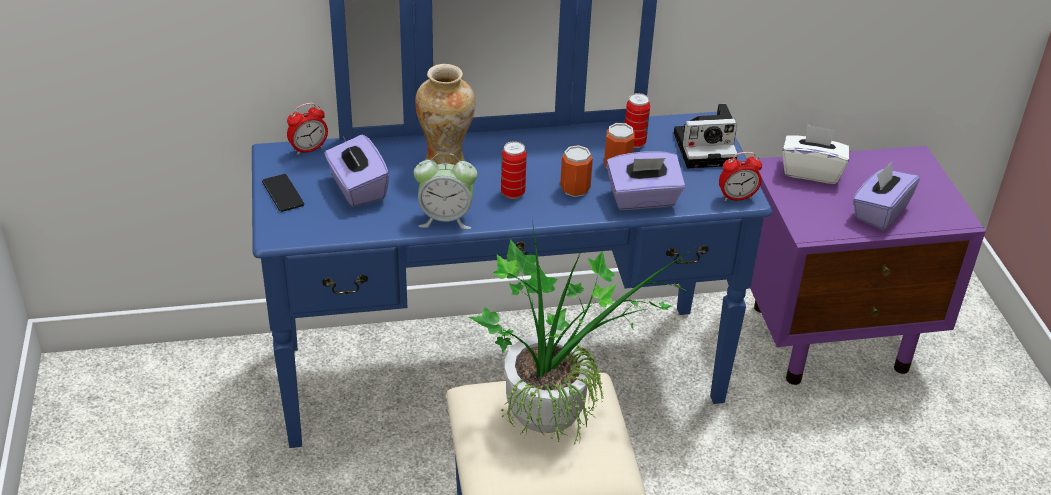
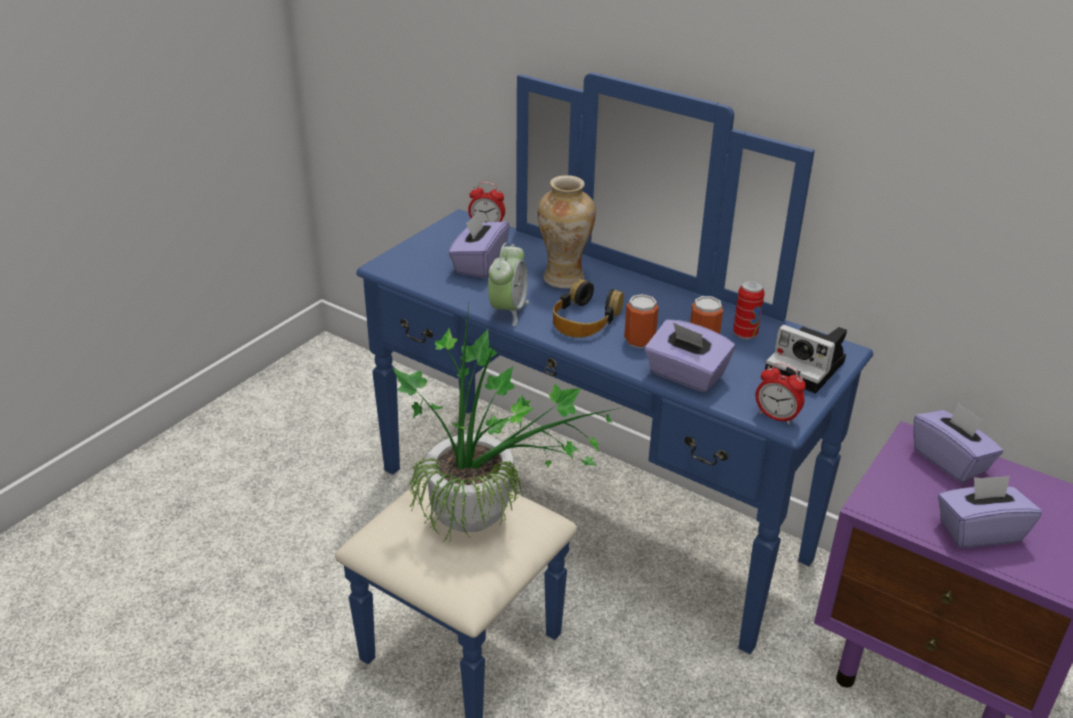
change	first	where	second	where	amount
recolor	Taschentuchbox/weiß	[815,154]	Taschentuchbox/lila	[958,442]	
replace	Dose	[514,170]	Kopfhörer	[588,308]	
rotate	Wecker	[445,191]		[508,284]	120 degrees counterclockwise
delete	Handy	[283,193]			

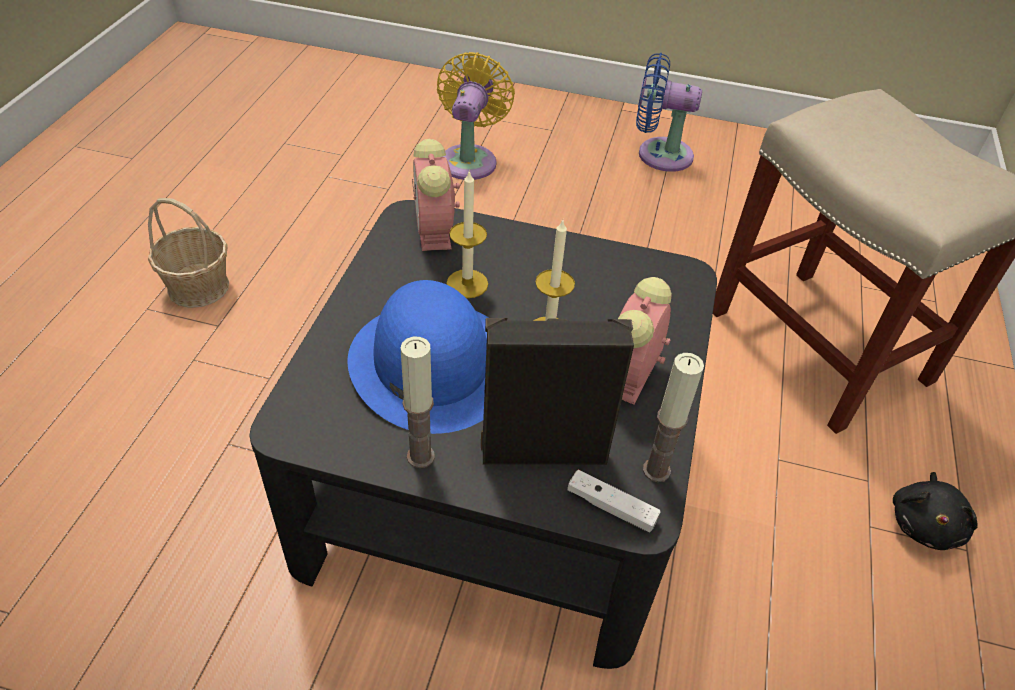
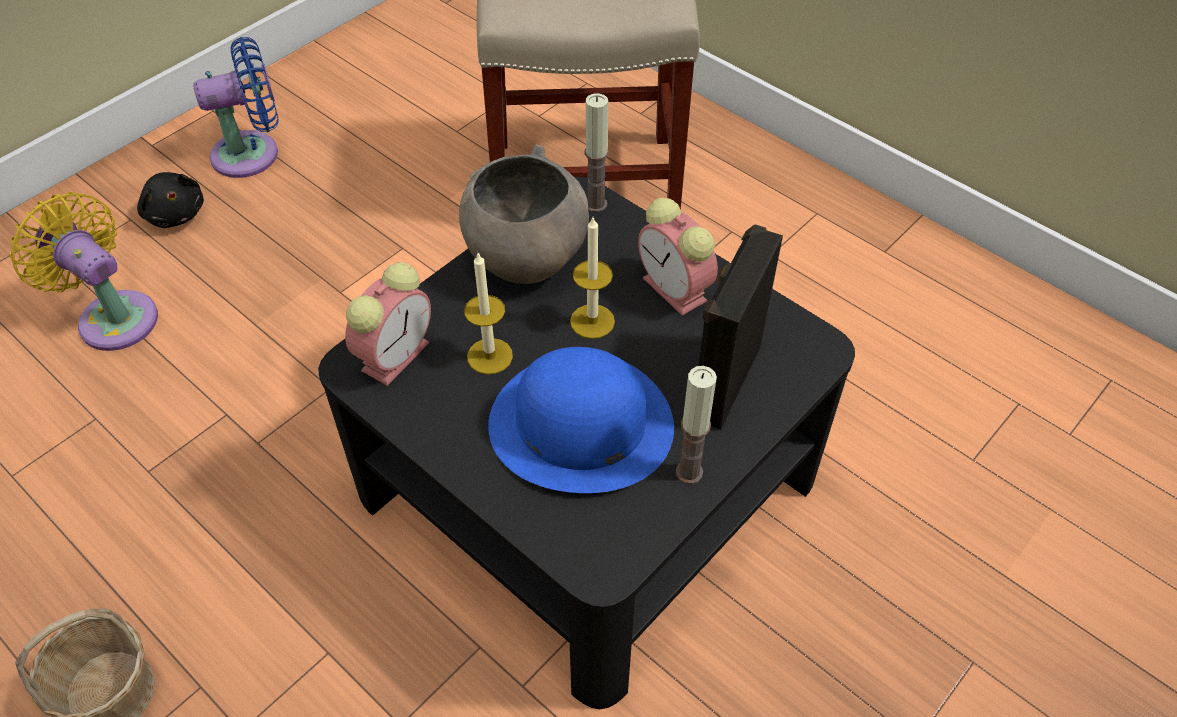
change	first	where	second	where	amount
rotate	Ventilator/blau	[669,112]		[236,107]	150 degrees counterclockwise
rotate	Wecker	[436,195]		[388,324]	75 degrees counterclockwise
move	Kerze	[673,417]		[597,152]	
delete	Gamepad/weiß	[614,501]			
move	Plüschtier/schwarz	[935,511]		[170,200]	
insert			Schüssel/grau	[524,214]	

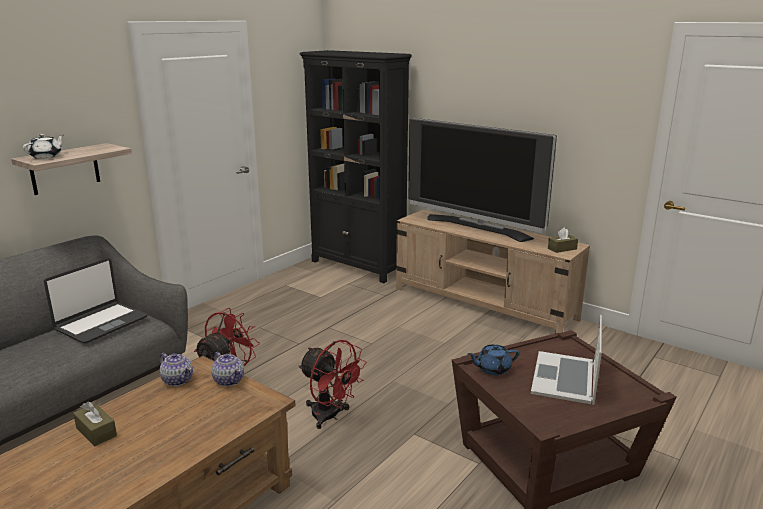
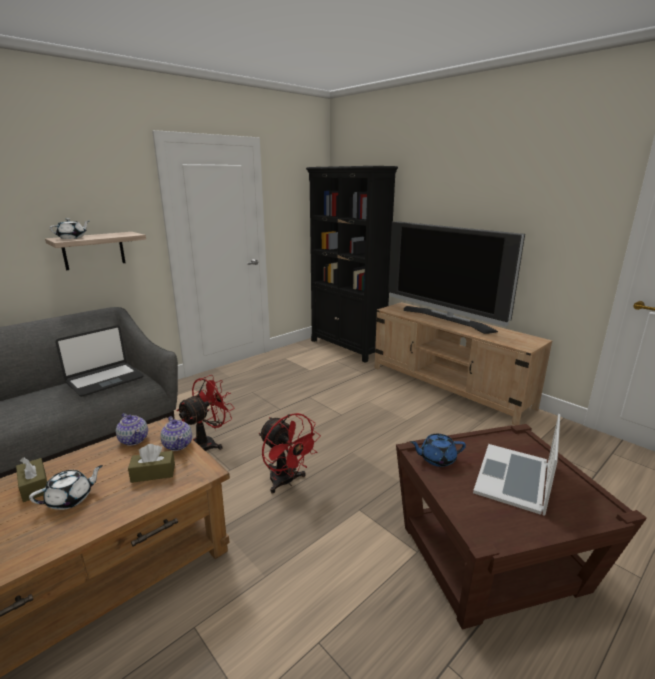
change	first	where	second	where	amount
move	Taschentuchbox/braun	[563,240]		[151,463]	
insert			Teekanne/weiß	[66,487]	

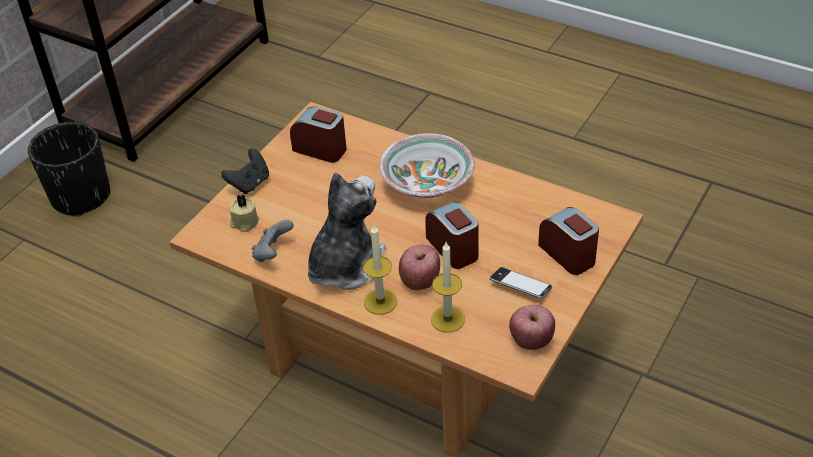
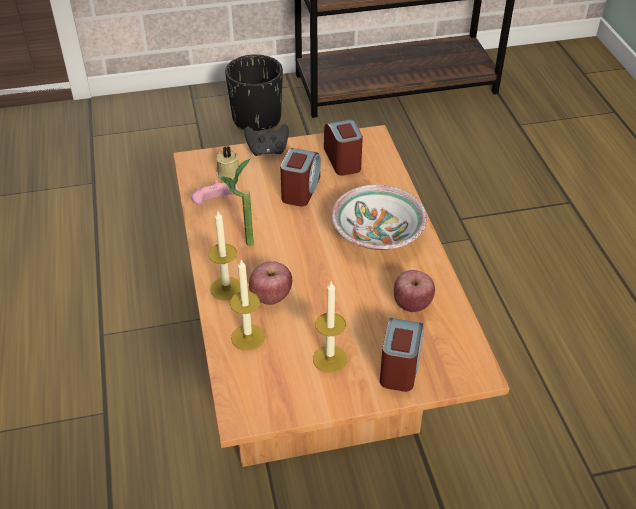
change	first	where	second	where	amount
replace	Plüschtier	[347,231]	Topfpflanze	[237,202]	
move	Wecker	[452,235]		[300,177]	
recolor	Gamepad/grau	[273,240]	Gamepad/rosa	[215,193]	
replace	Handy	[521,283]	Kerze	[330,327]	
move	Apfel	[532,327]		[414,291]	

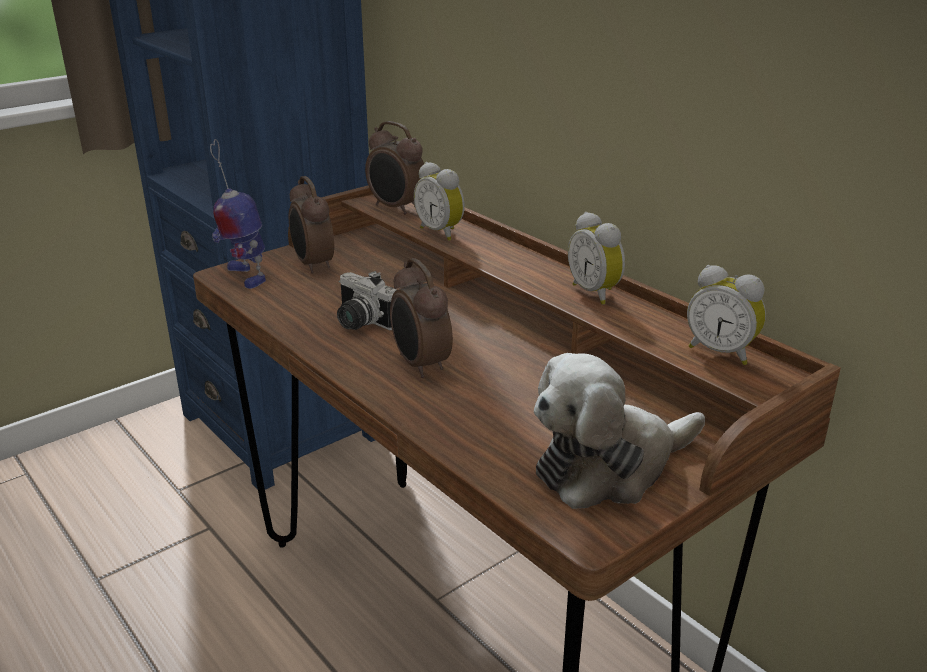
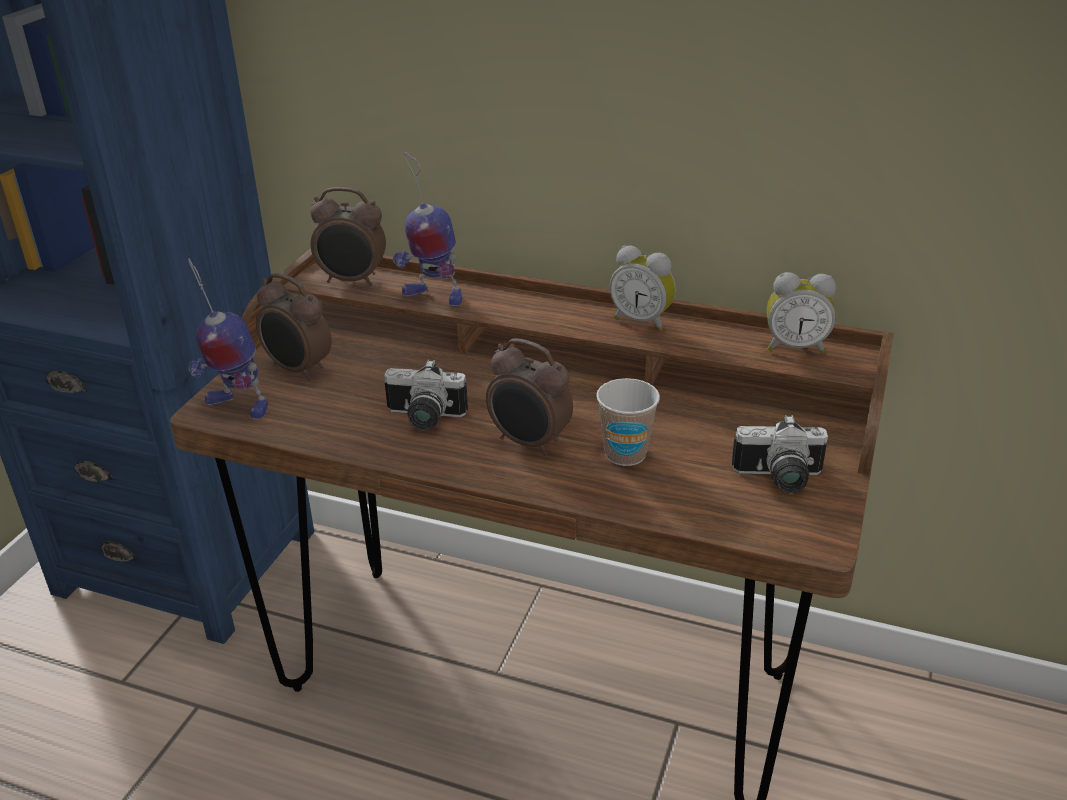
change	first	where	second	where	amount
replace	Wecker	[439,201]	Spielzeugroboter	[427,229]	
replace	Plüschtier	[619,431]	Kamera	[780,454]	
insert			Tasse	[628,422]	

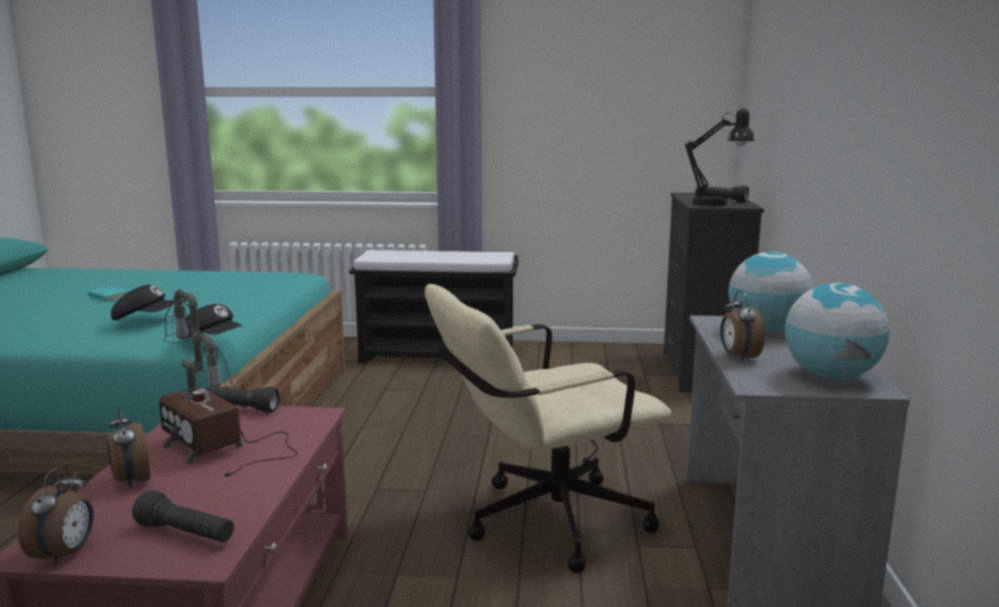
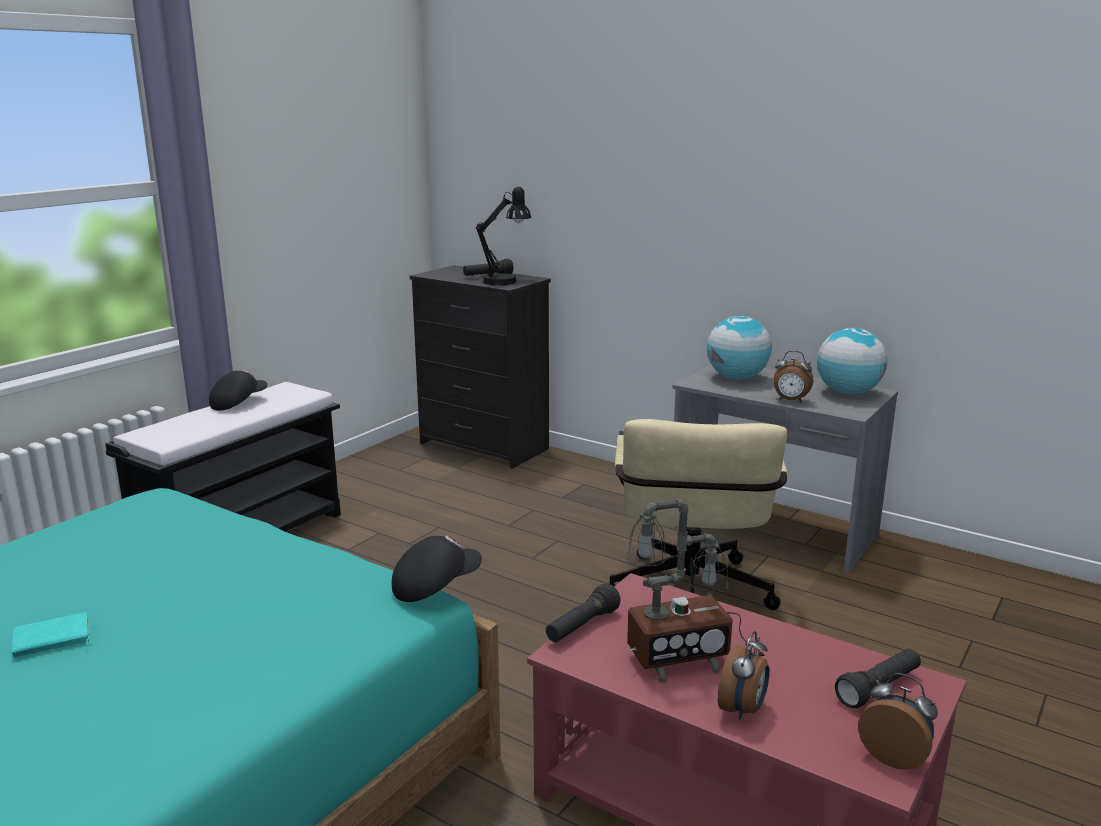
change	first	where	second	where	amount
move	Kappe/schwarz	[143,302]		[238,390]	
rotate	Wecker	[128,447]		[744,675]	60 degrees counterclockwise

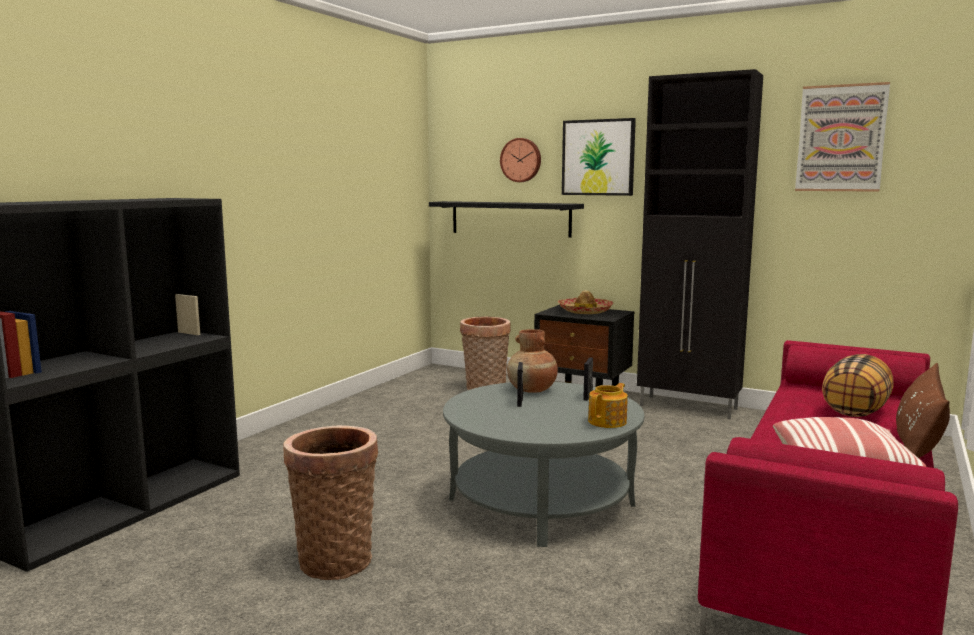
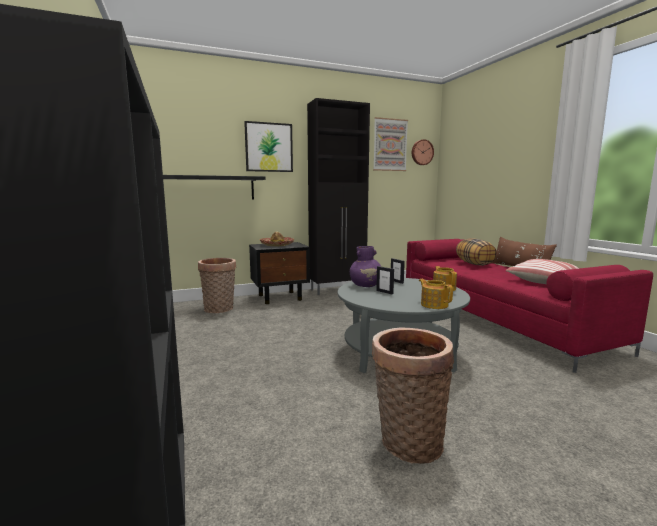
change	first	where	second	where	amount
move	Wanduhr	[520,160]		[423,152]	
recolor	Vase/braun	[532,361]	Vase/lila	[365,266]	
insert			Teekanne	[436,294]	

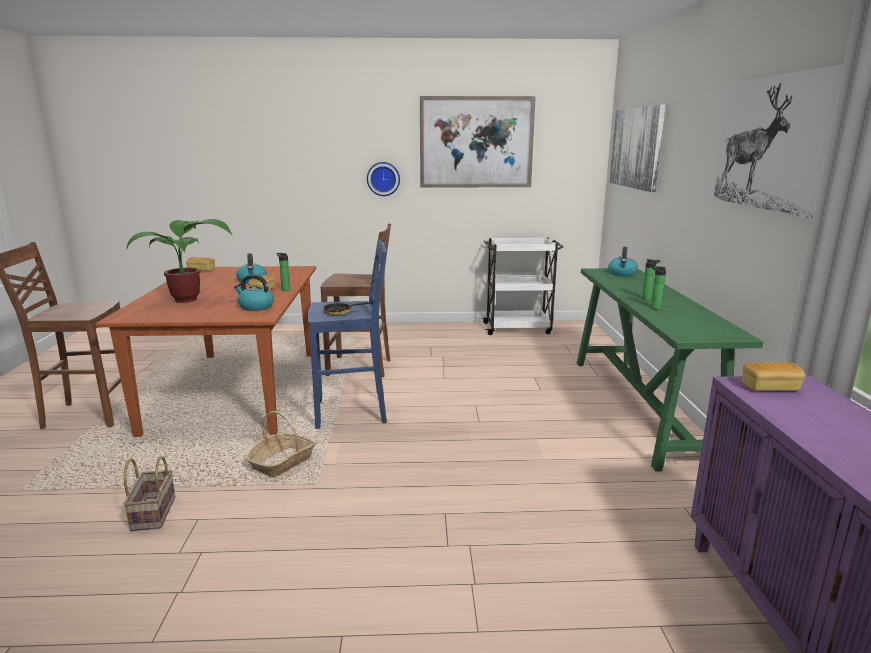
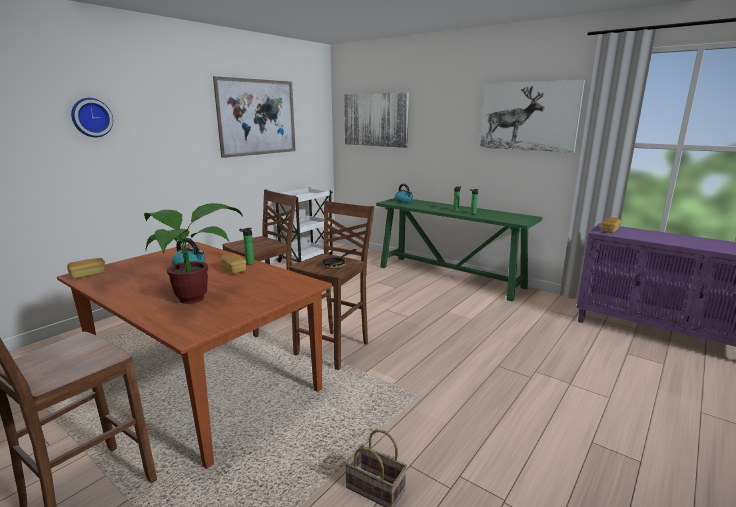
change	first	where	second	where	amount
move	Wanduhr	[383,179]		[92,117]	
recolor	Hocker/blau	[347,334]	Hocker/braun	[332,285]	
delete	Wasserkessel	[254,292]			
delete	Korb	[281,444]			

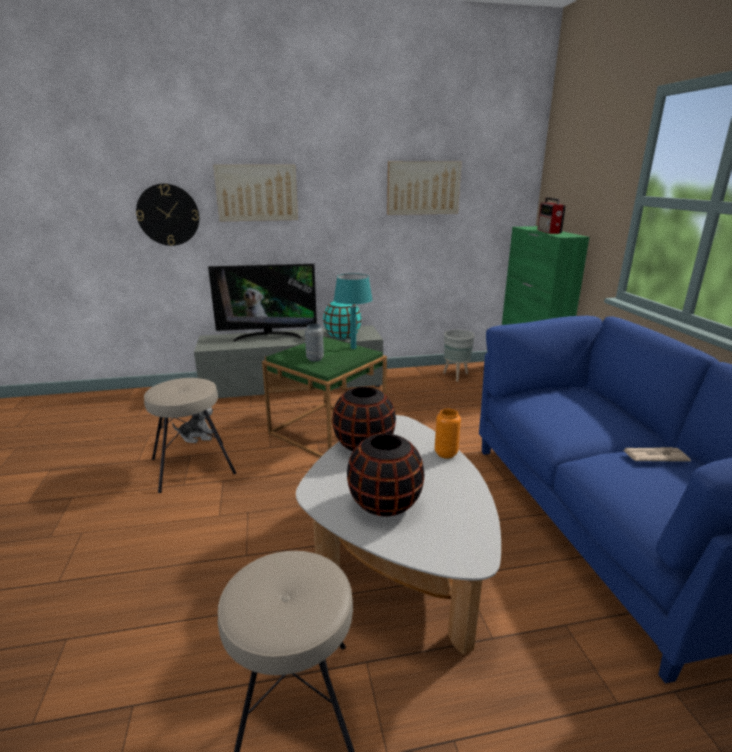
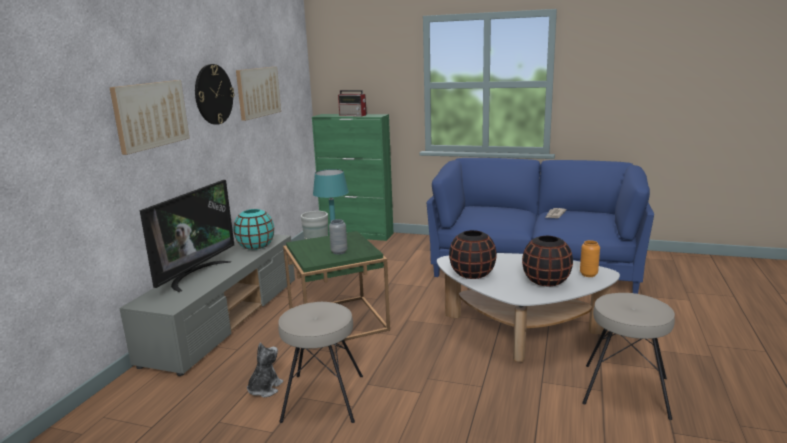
change	first	where	second	where	amount
move	Wanduhr	[167,215]		[215,94]	
move	Vase/orange	[448,434]		[590,258]	

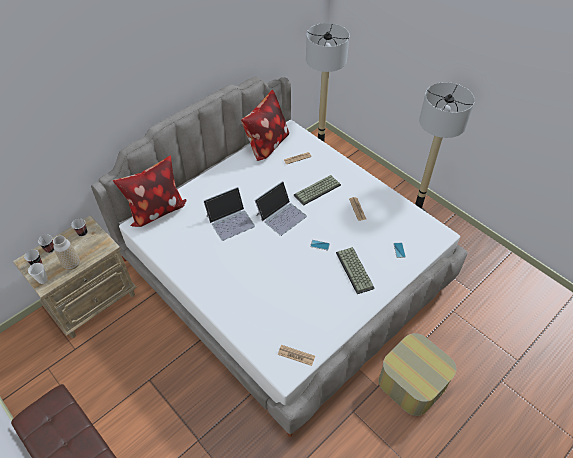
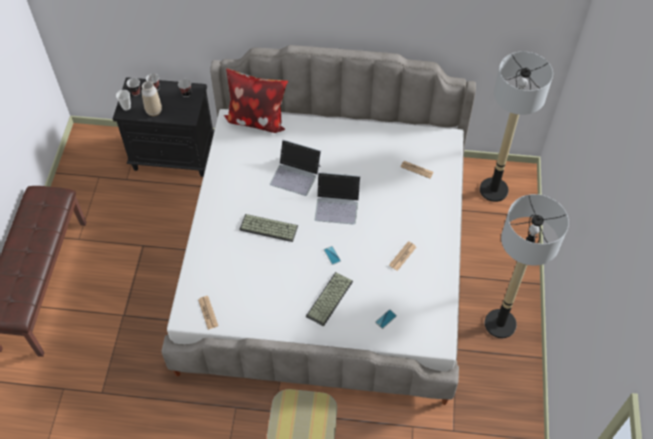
change	first	where	second	where	amount
delete	Kissen	[265,125]			
move	Tastatur	[317,190]		[268,228]	
recolor	Nachttisch/beige	[75,277]	Nachttisch/schwarz	[164,127]	

